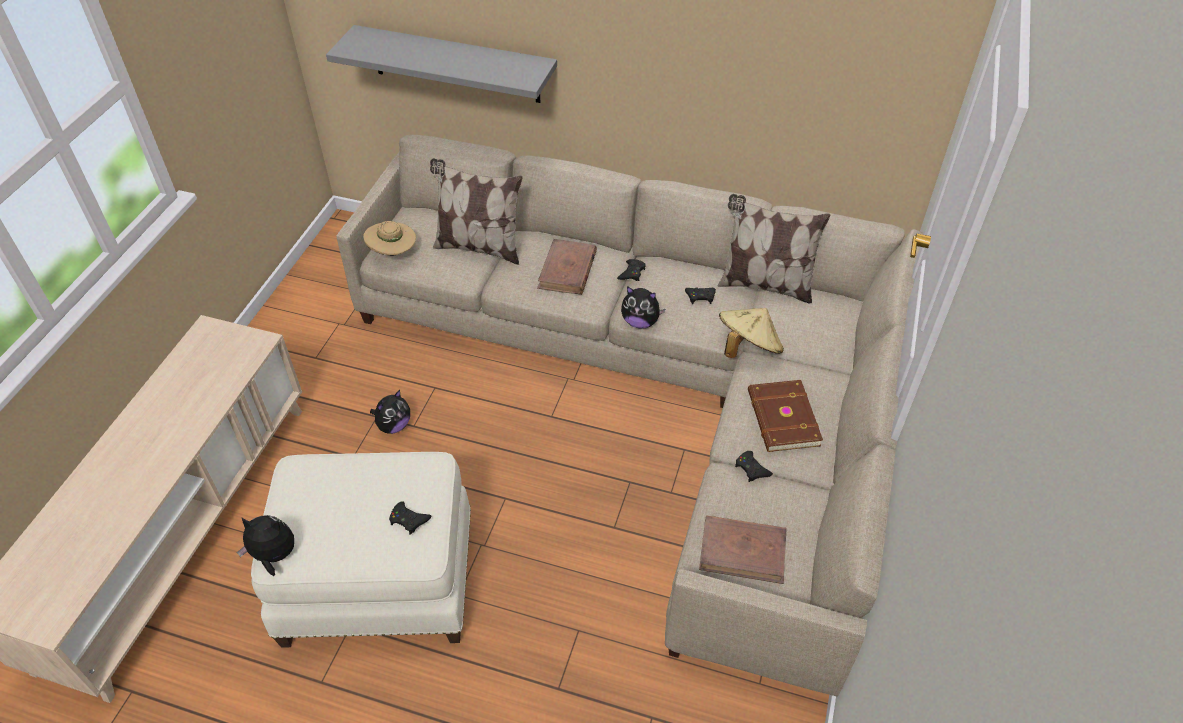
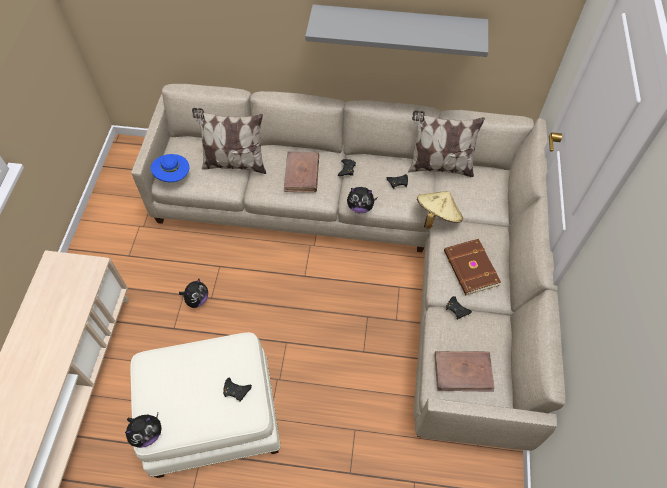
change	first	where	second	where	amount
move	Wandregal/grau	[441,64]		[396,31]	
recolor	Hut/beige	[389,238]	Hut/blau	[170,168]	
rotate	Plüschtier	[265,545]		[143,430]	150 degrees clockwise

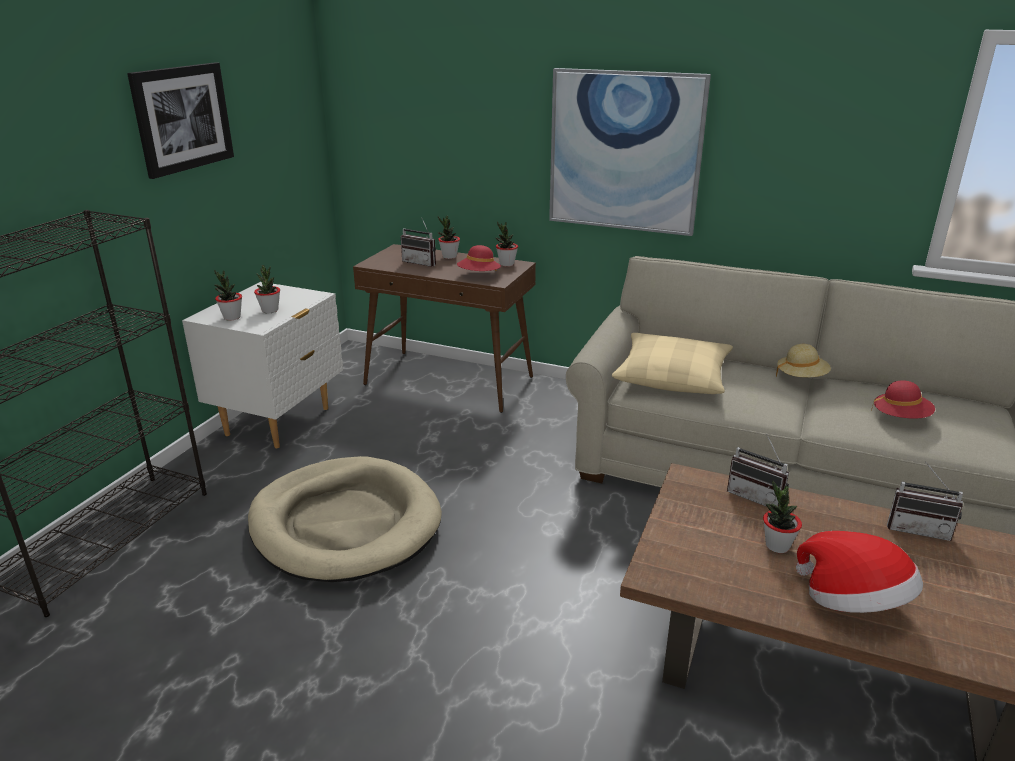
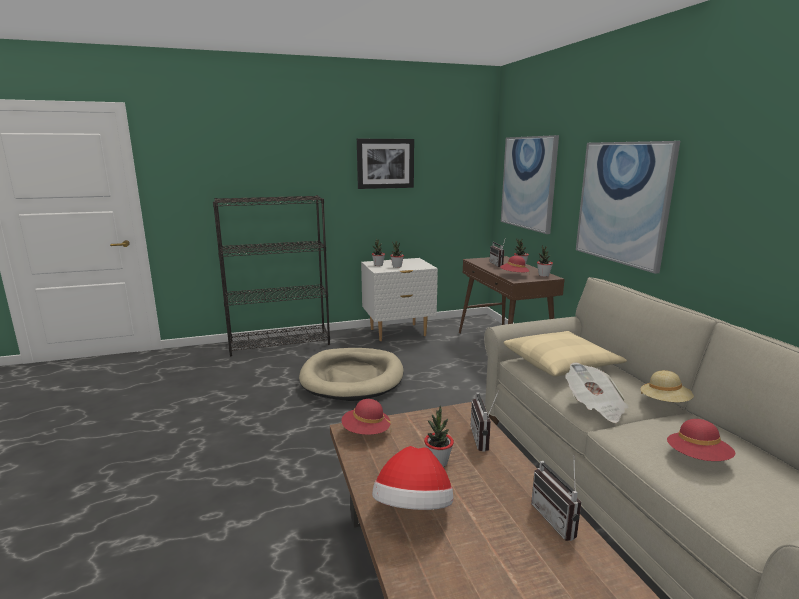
change	first	where	second	where	amount
insert			Bild	[530,184]	
insert			Zeitung	[597,393]	
insert			Hut/rot	[366,417]	

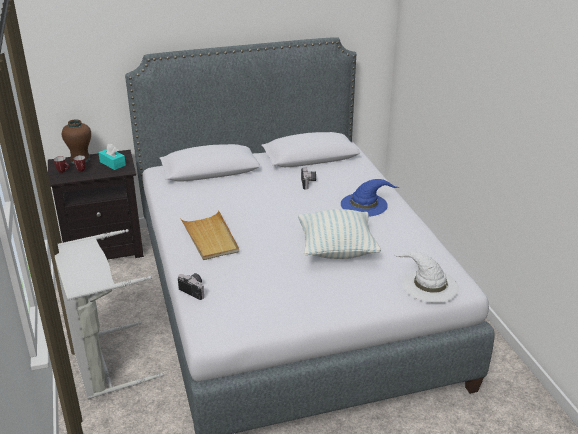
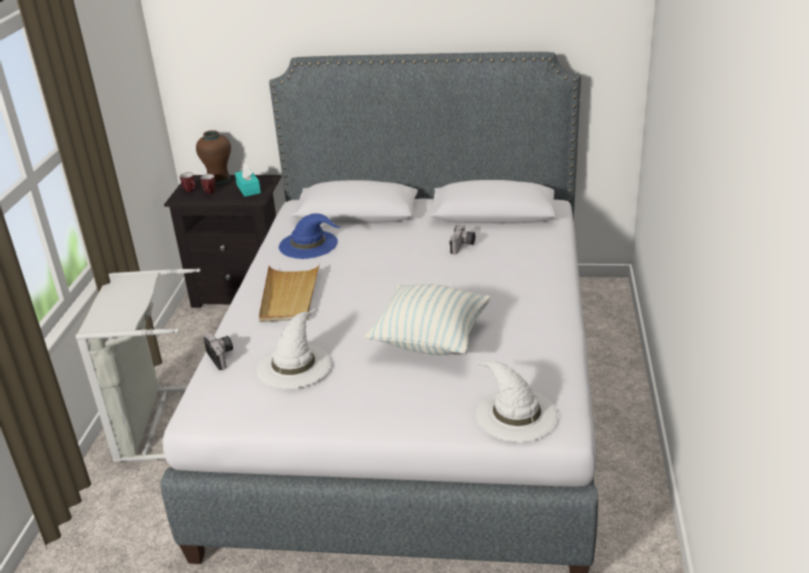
change	first	where	second	where	amount
move	Hut/blau	[370,198]		[310,236]	
insert			Hut/weiß	[294,348]	

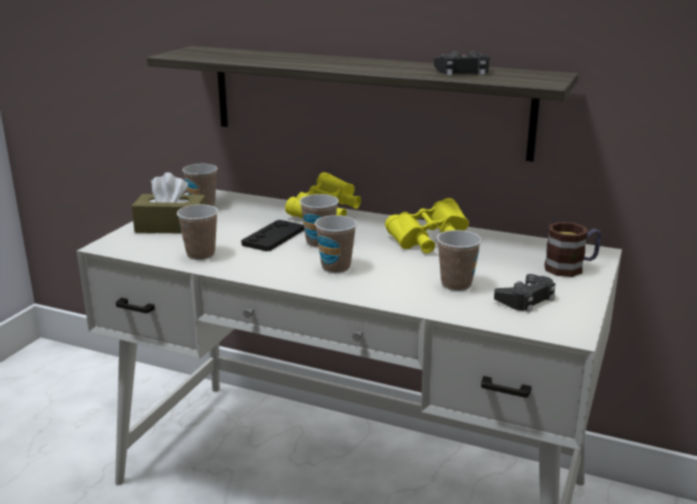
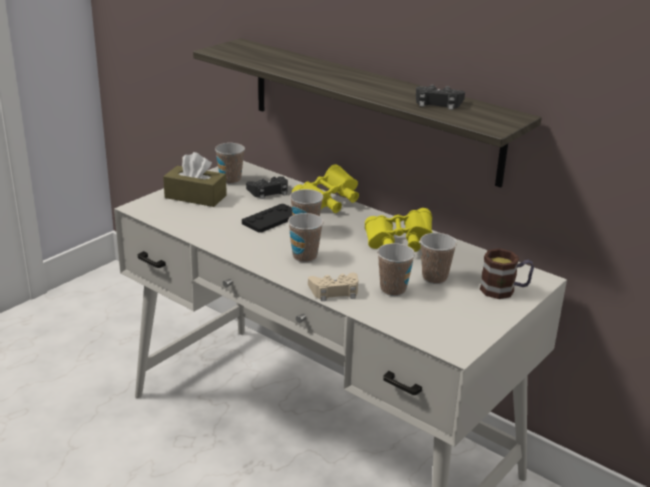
change	first	where	second	where	amount
move	Tasse	[197,232]		[438,258]	
move	Gamepad/schwarz	[525,293]		[267,187]	
insert			Gamepad/beige	[333,287]	

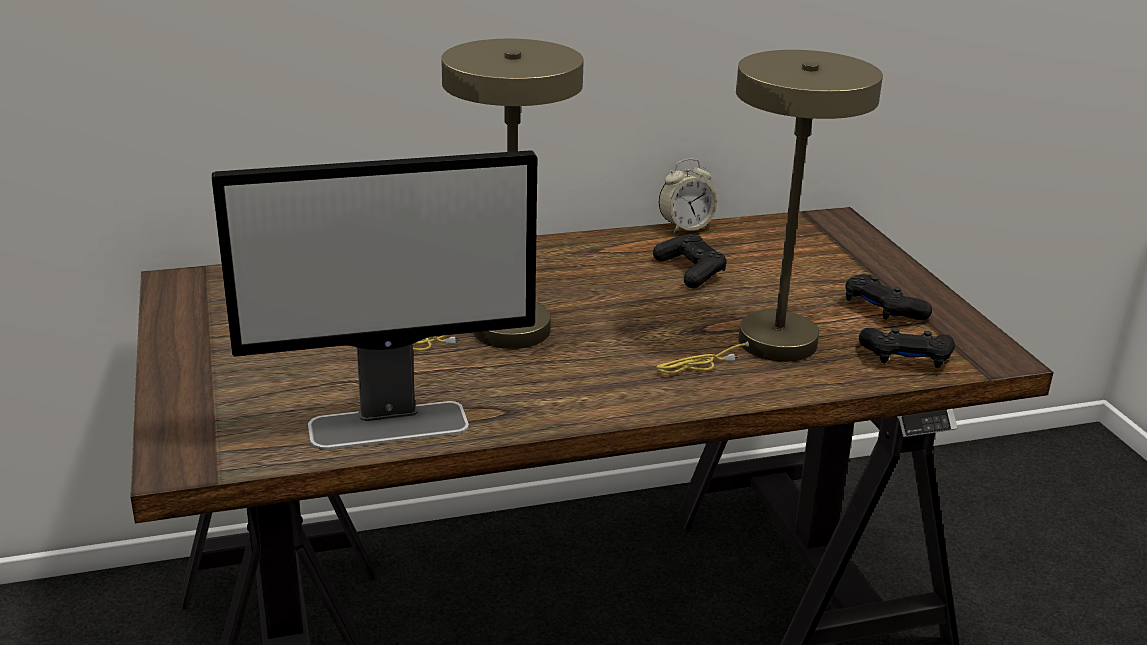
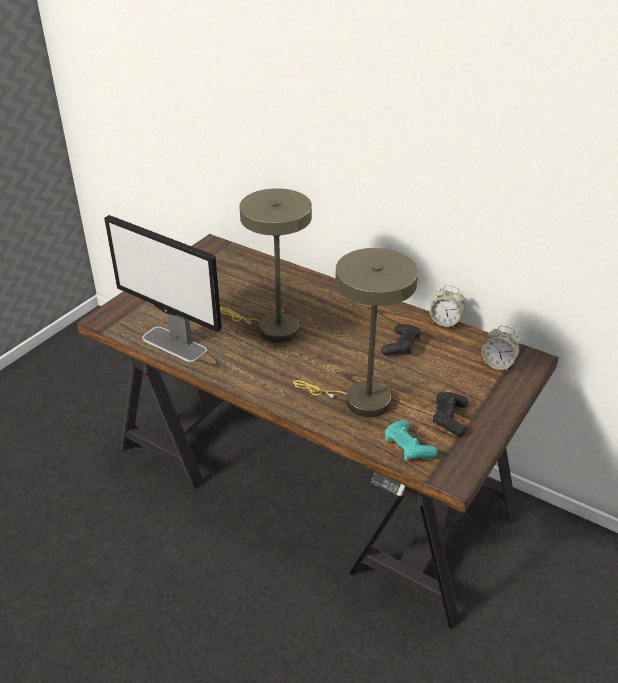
change	first	where	second	where	amount
recolor	Gamepad/schwarz	[907,348]	Gamepad/türkis	[411,440]	
insert			Wecker	[501,349]	

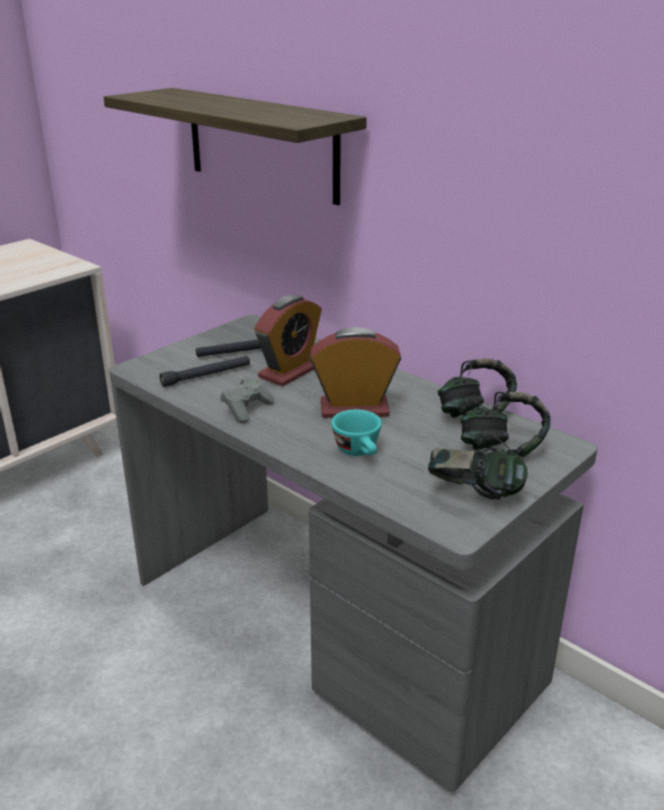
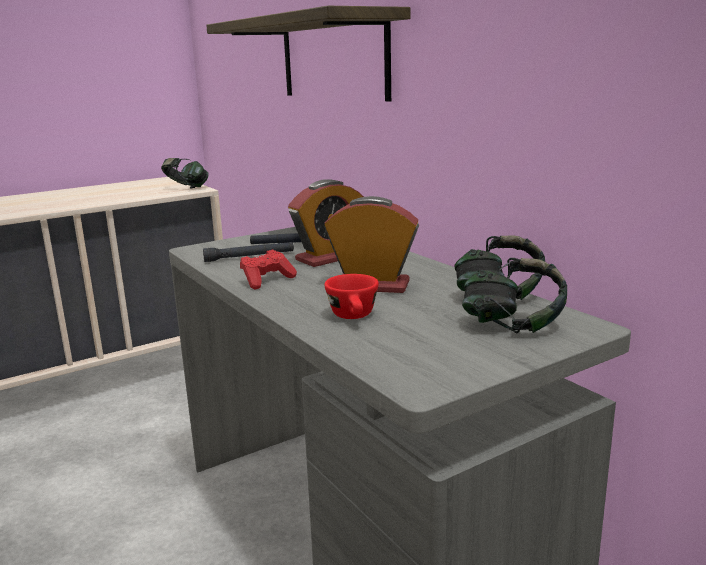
change	first	where	second	where	amount
recolor	Gamepad/grau	[247,399]	Gamepad/rot	[268,269]	
recolor	Tasse/türkis	[356,432]	Tasse/rot	[351,296]	
move	Kopfhörer	[478,474]		[185,173]	

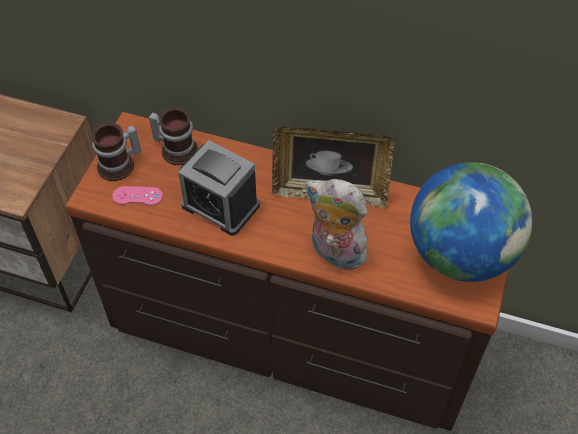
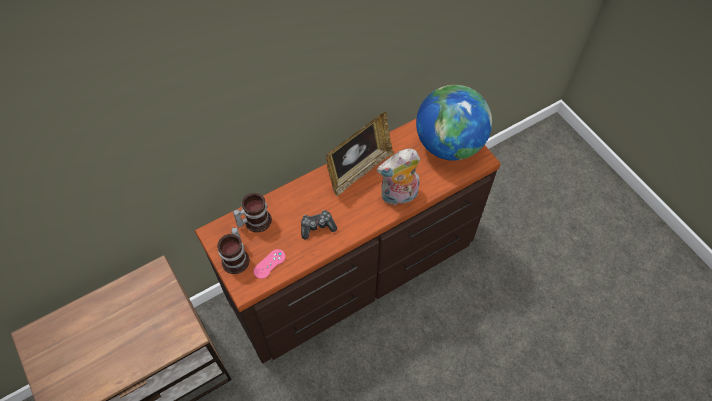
change	first	where	second	where	amount
replace	Wecker	[219,188]	Gamepad	[319,224]	

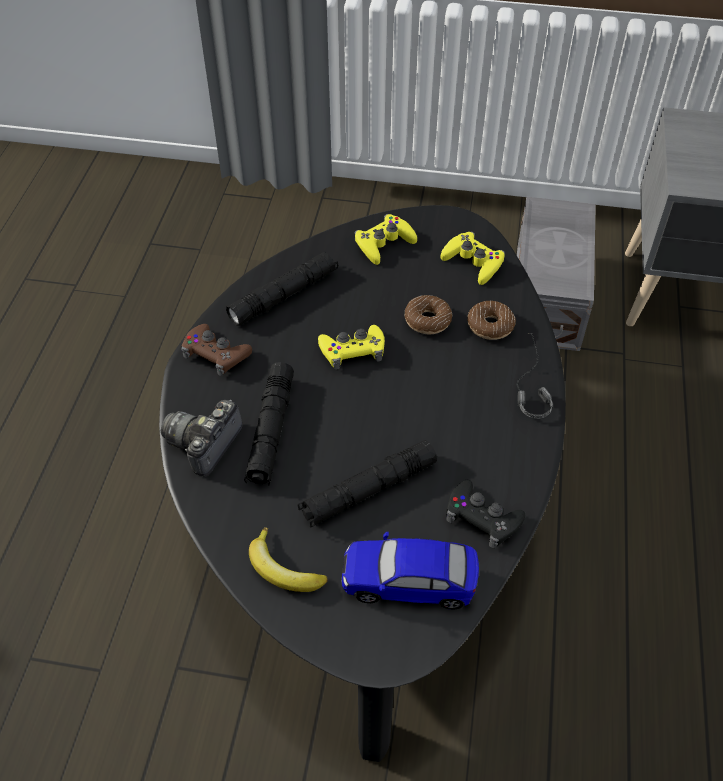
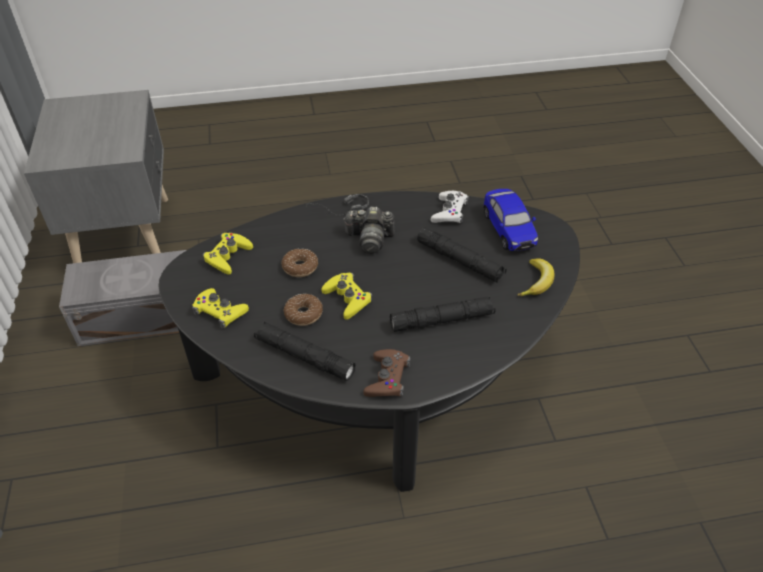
change	first	where	second	where	amount
move	Donut	[491,320]		[303,310]	
move	Kamera	[202,438]		[368,230]	
recolor	Gamepad/schwarz	[485,514]	Gamepad/weiß	[450,207]	

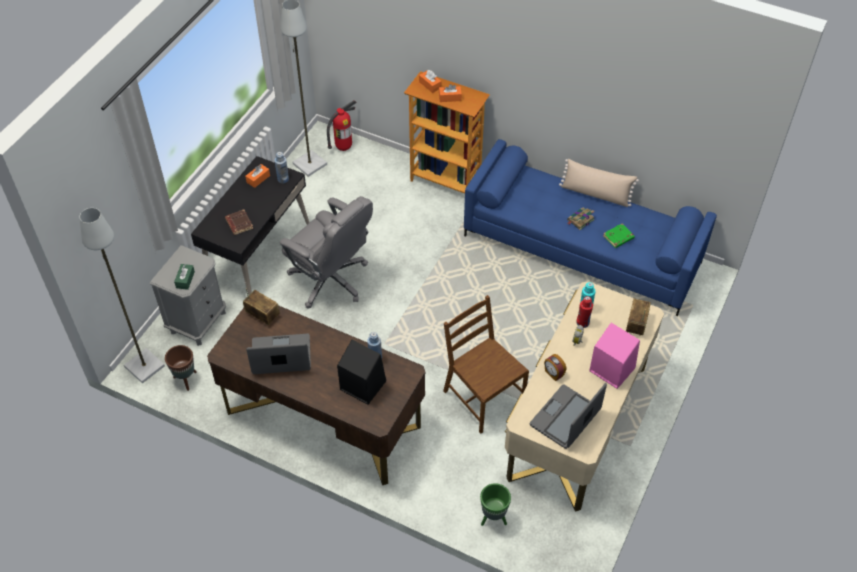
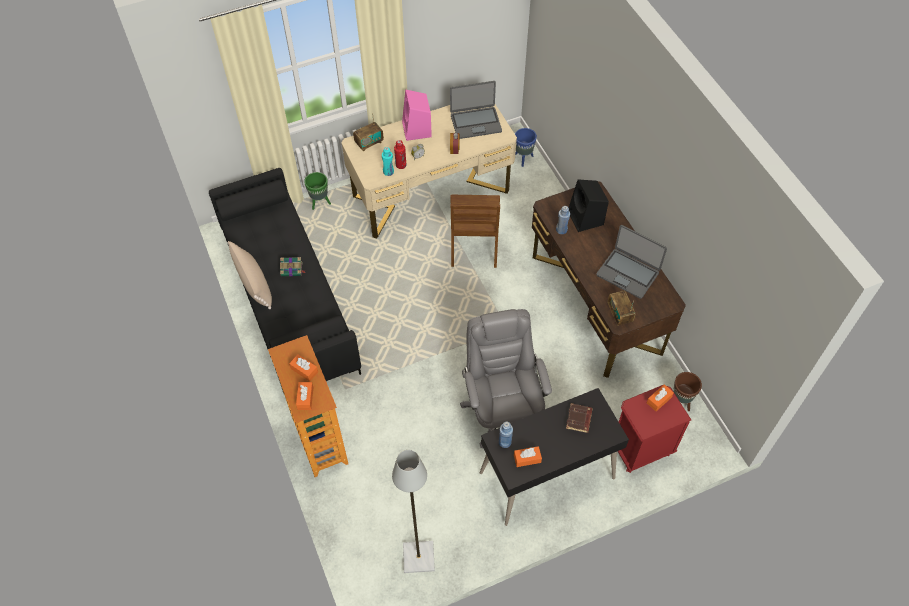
change	first	where	second	where	amount
delete	Feuerlöscher	[342,125]			
recolor	Sofa/blau	[590,227]	Sofa/schwarz	[285,280]	
delete	Stehlampe/grau	[122,295]			
delete	Buch/grün	[619,236]			
recolor	Nachttisch/grau	[188,295]	Nachttisch/rot	[654,429]	
recolor	Taschentuchbox/grün	[184,277]	Taschentuchbox/orange	[660,397]	
move	Pflanzkübel/grün	[495,504]		[317,191]	
insert			Pflanzkübel/blau	[526,147]	

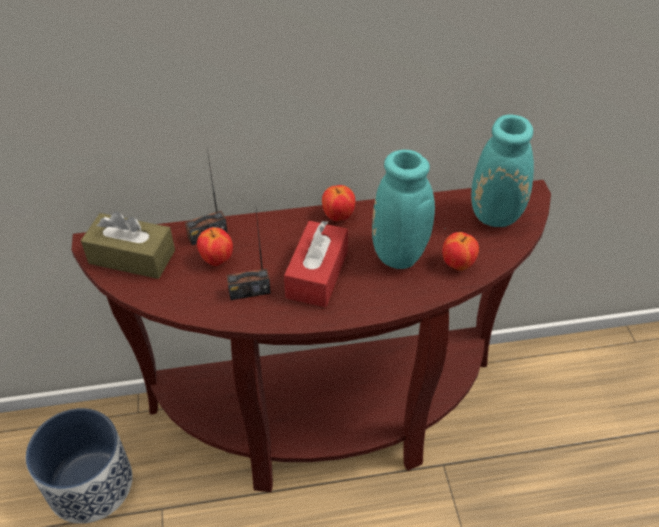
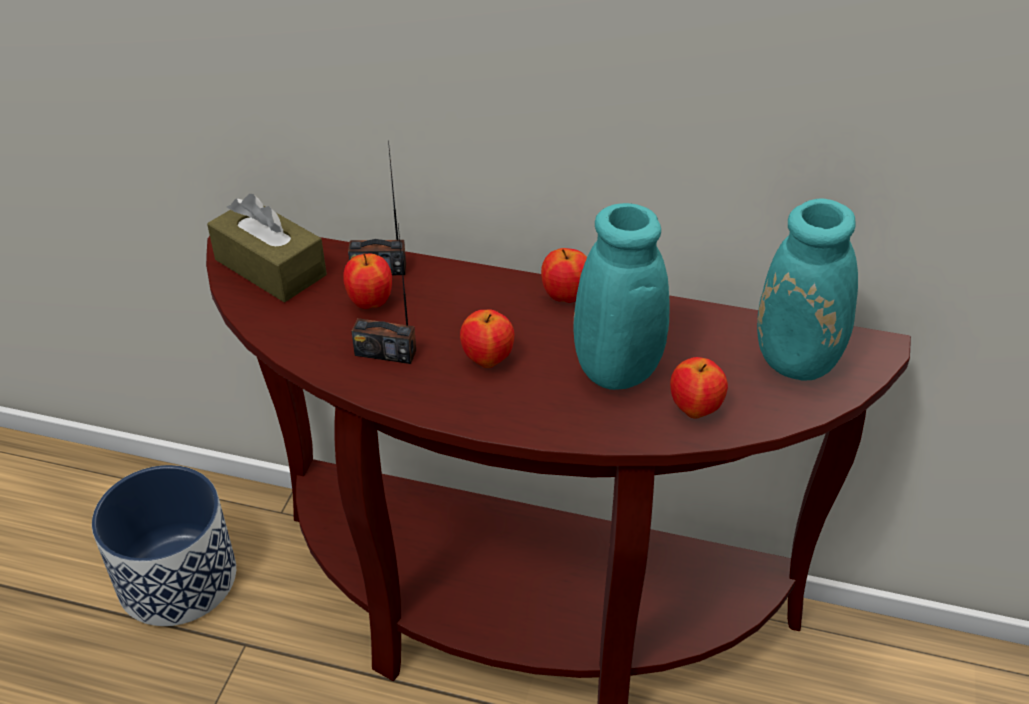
change	first	where	second	where	amount
replace	Taschentuchbox/rot	[316,264]	Apfel	[487,339]	

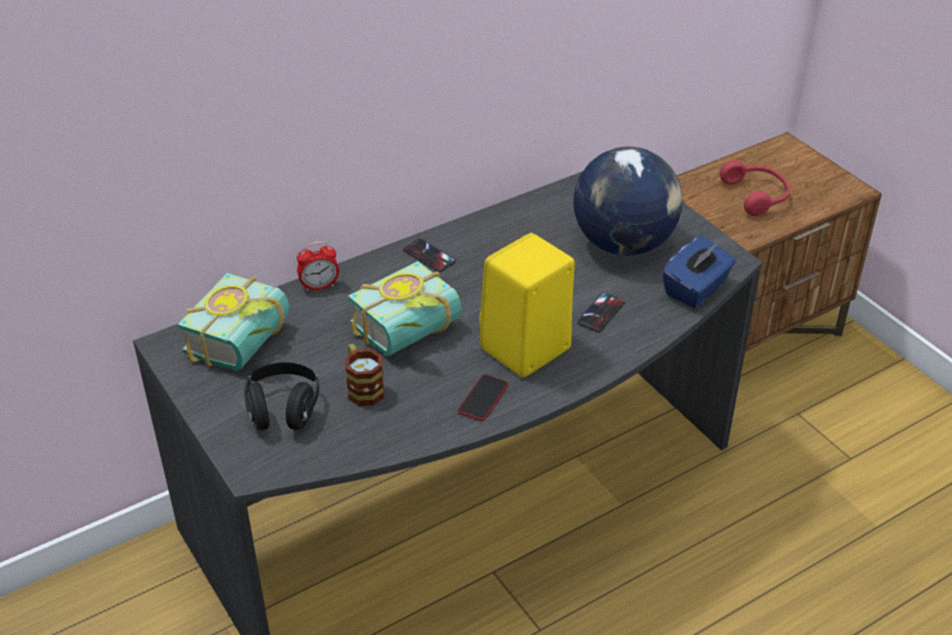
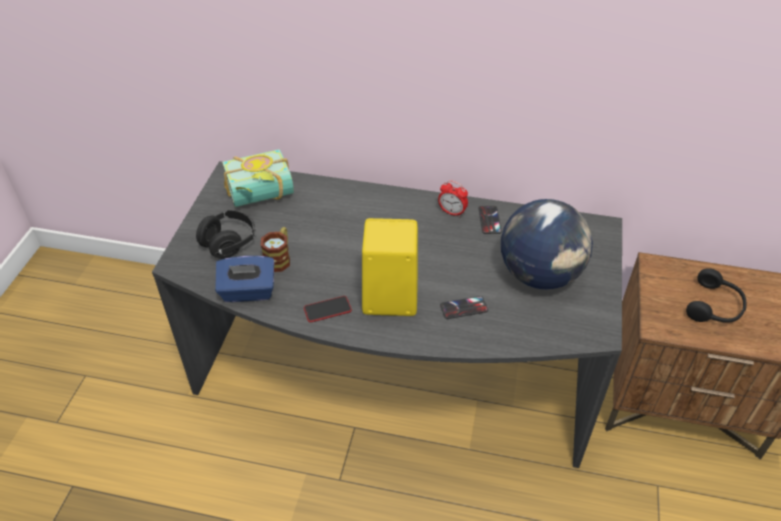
change	first	where	second	where	amount
recolor	Kopfhörer/rot	[755,188]	Kopfhörer/schwarz	[716,295]	
move	Taschentuchbox/blau	[699,272]		[244,279]	
move	Handy	[429,255]		[490,220]	
move	Wecker	[318,266]		[453,198]	
delete	Buch	[405,308]			

